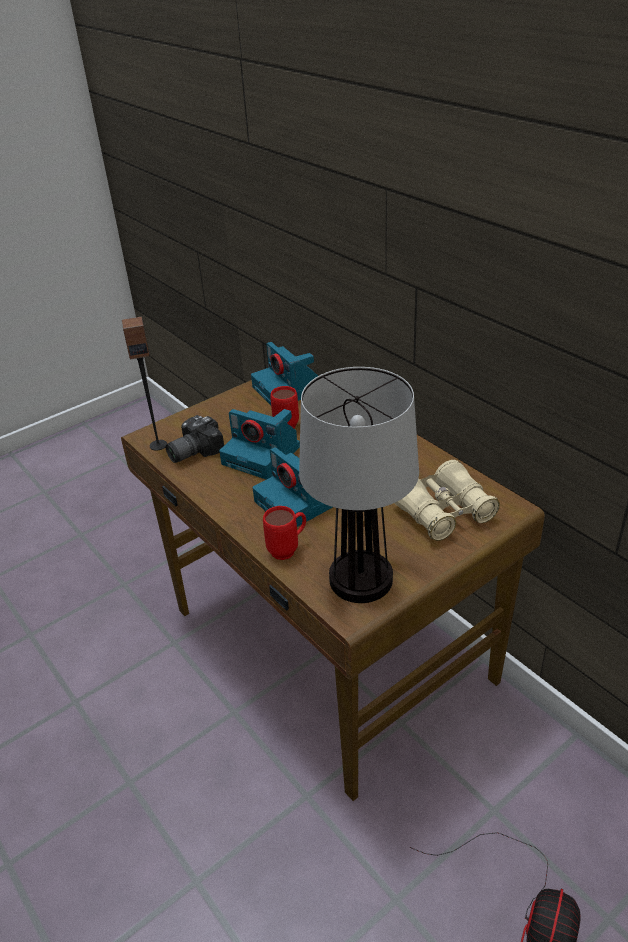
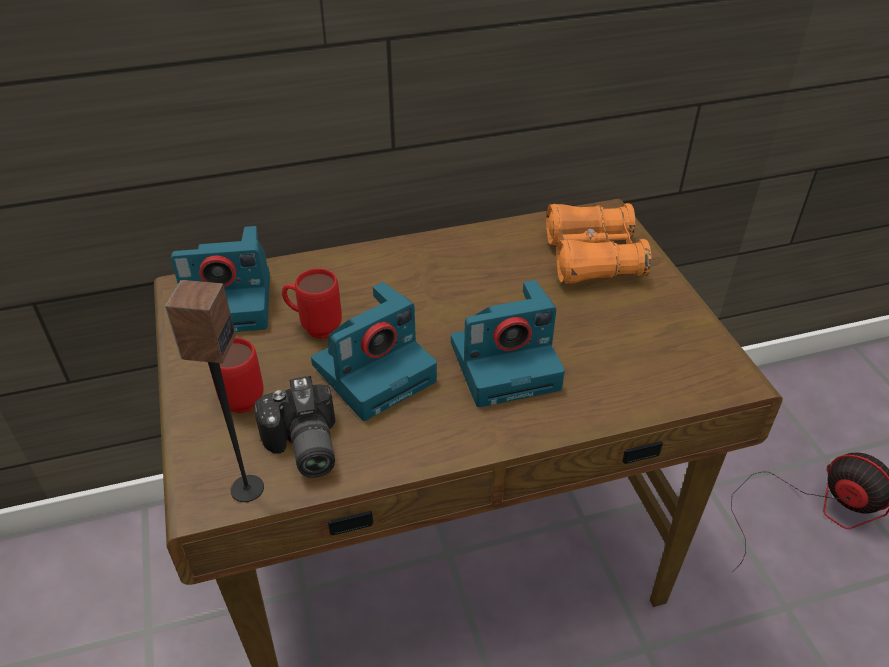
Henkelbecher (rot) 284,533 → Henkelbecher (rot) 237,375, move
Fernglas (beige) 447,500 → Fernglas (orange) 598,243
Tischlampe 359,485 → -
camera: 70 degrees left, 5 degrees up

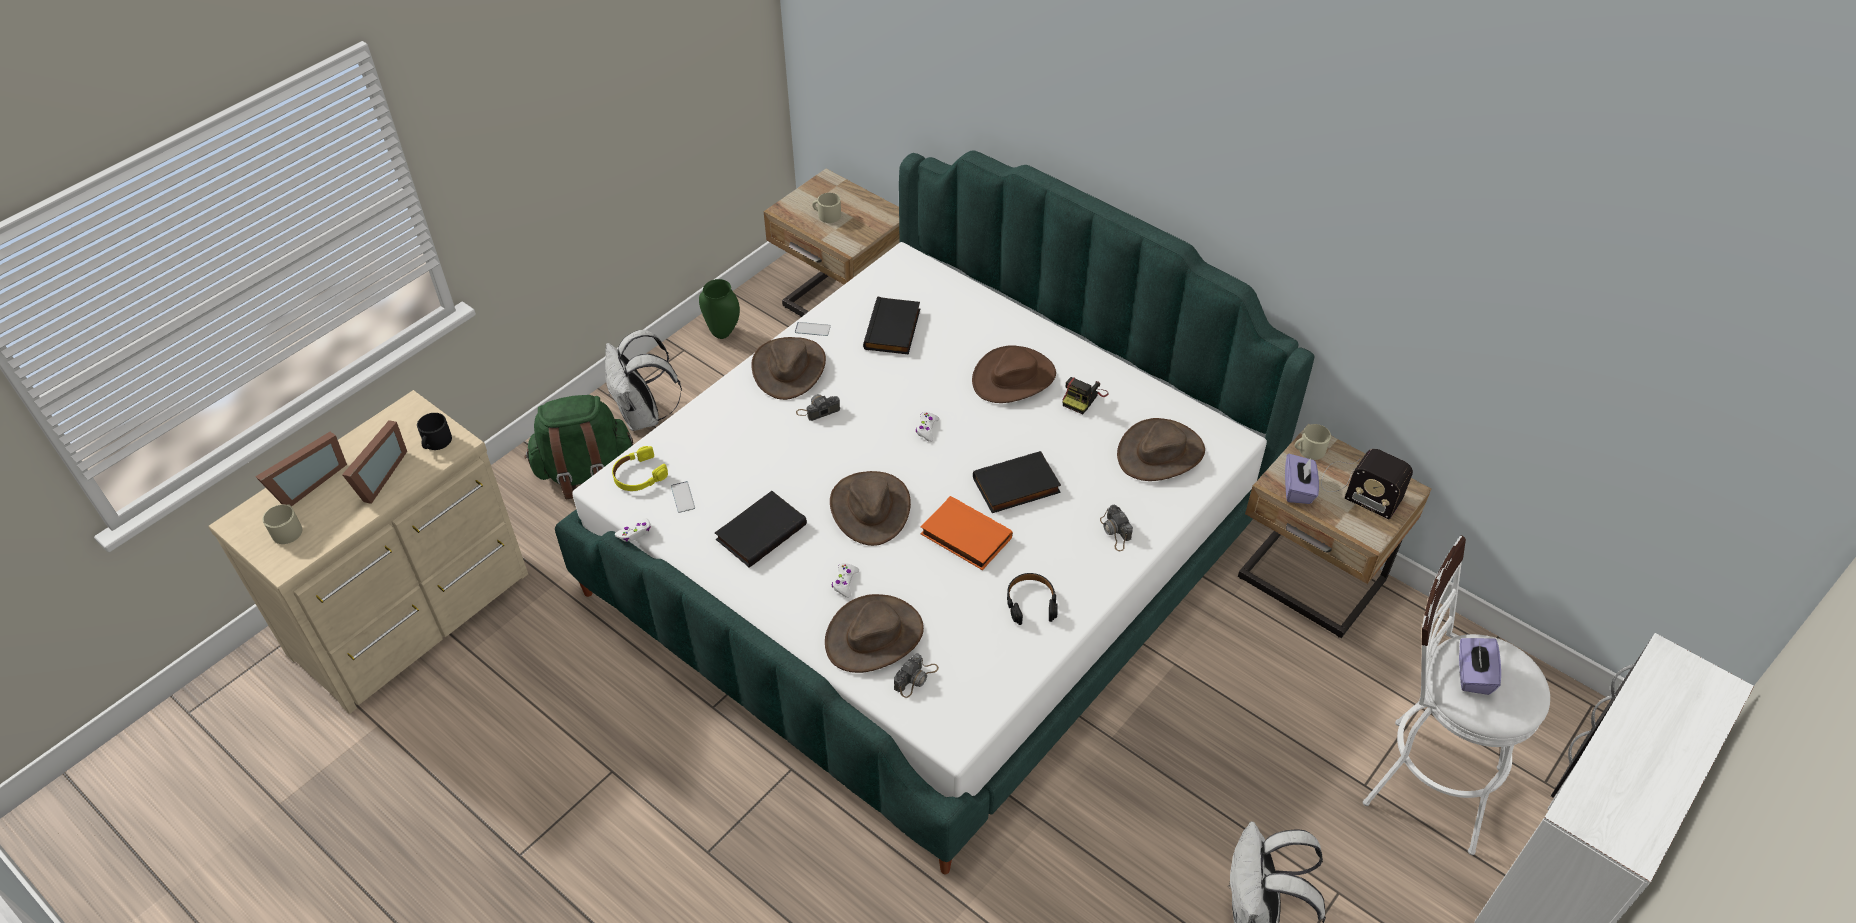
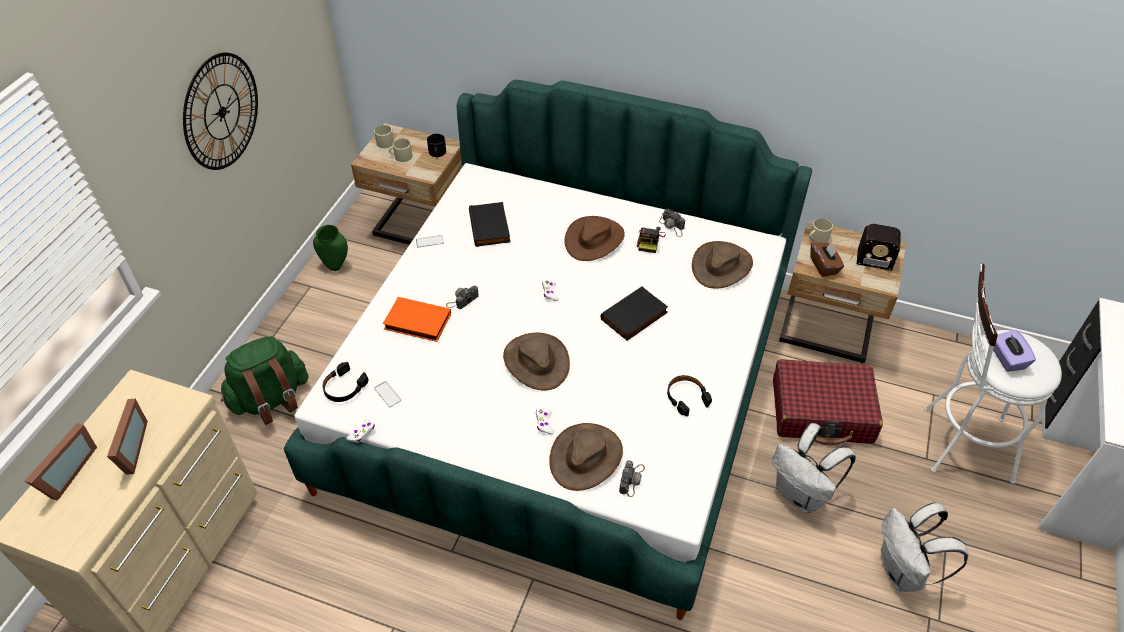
- → Wanduhr 220,111
Kopfhörer (gelb) 640,468 → Kopfhörer (schwarz) 345,382
Henkelbecher (beige) 282,524 → Henkelbecher (beige) 384,136, move
Buch (orange) 966,533 → Buch (orange) 417,319, move
Henkelbecher (schwarz) 434,431 → Henkelbecher (schwarz) 436,145, move
Kamera 1116,527 → Kamera 672,223, move
Rucksack (weiß) 643,380 → Rucksack (weiß) 814,468, move
- → Koffer (rot) 828,402
Taschentuchbox (lila) 1302,479 → Taschentuchbox (braun) 827,259
Buch (schwarz) 761,529 → -
Hut (braun) 788,368 → -
camera: 20 degrees left, 0 degrees up

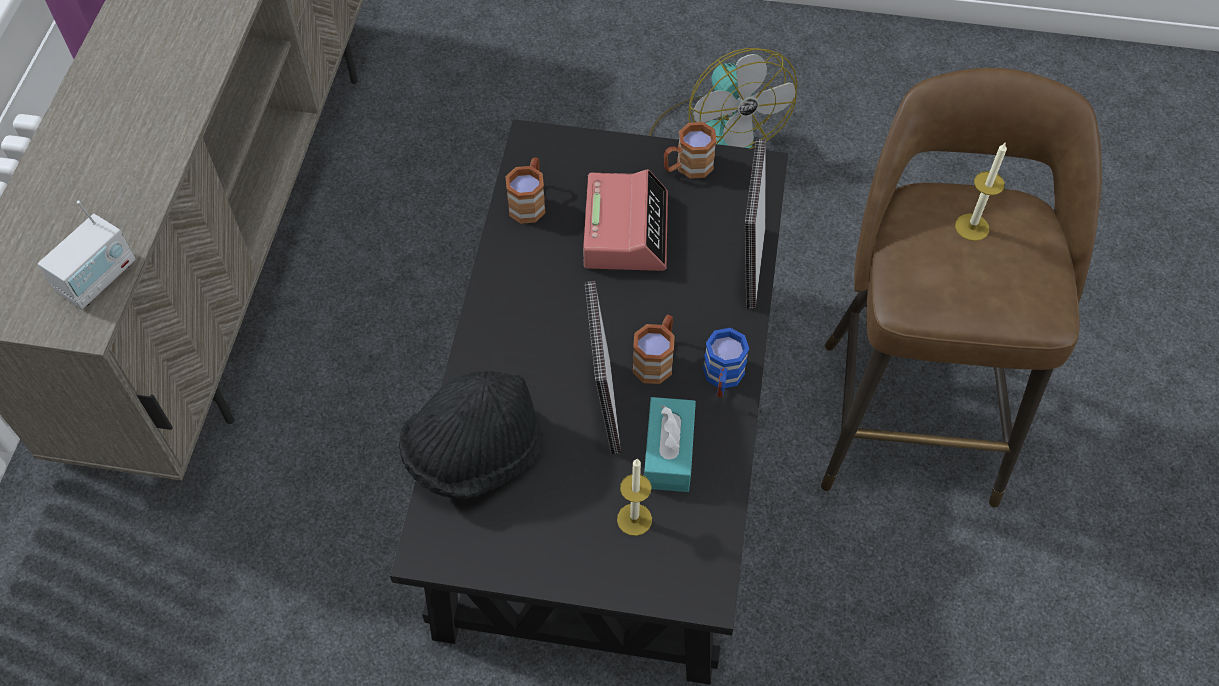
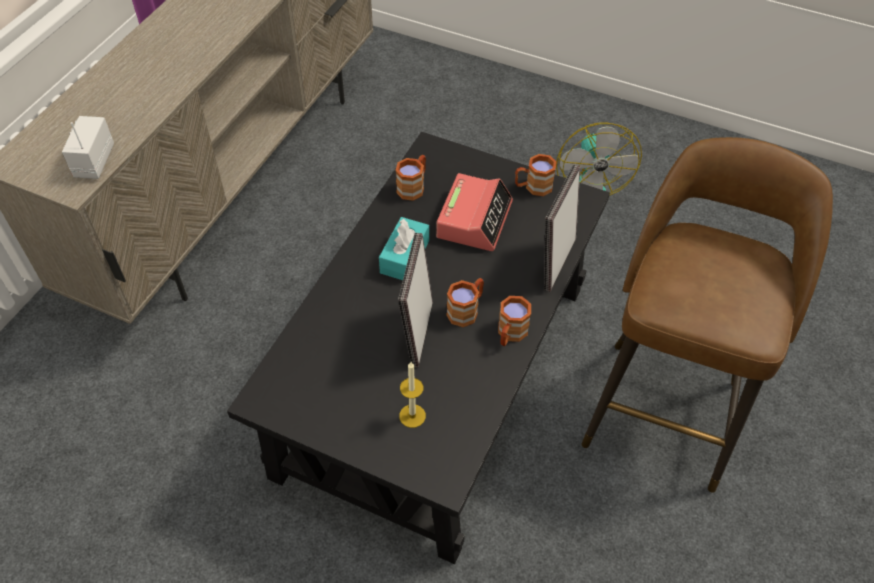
Radio 87,255 → Radio 88,147, 135 degrees clockwise
Taschentuchbox (türkis) 670,444 → Taschentuchbox (türkis) 404,248, move
Henkelbecher (blau) 726,362 → Henkelbecher (braun) 514,321
Hut (schwarz) 471,435 → -
Kerze 981,192 → -
camera: 15 degrees right, 5 degrees down

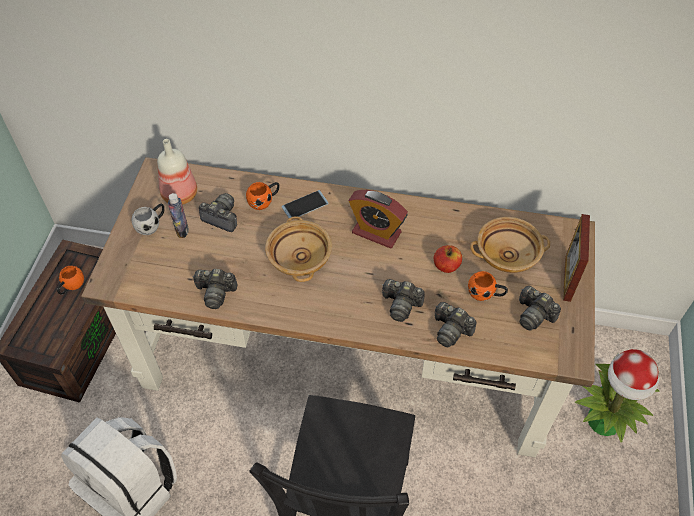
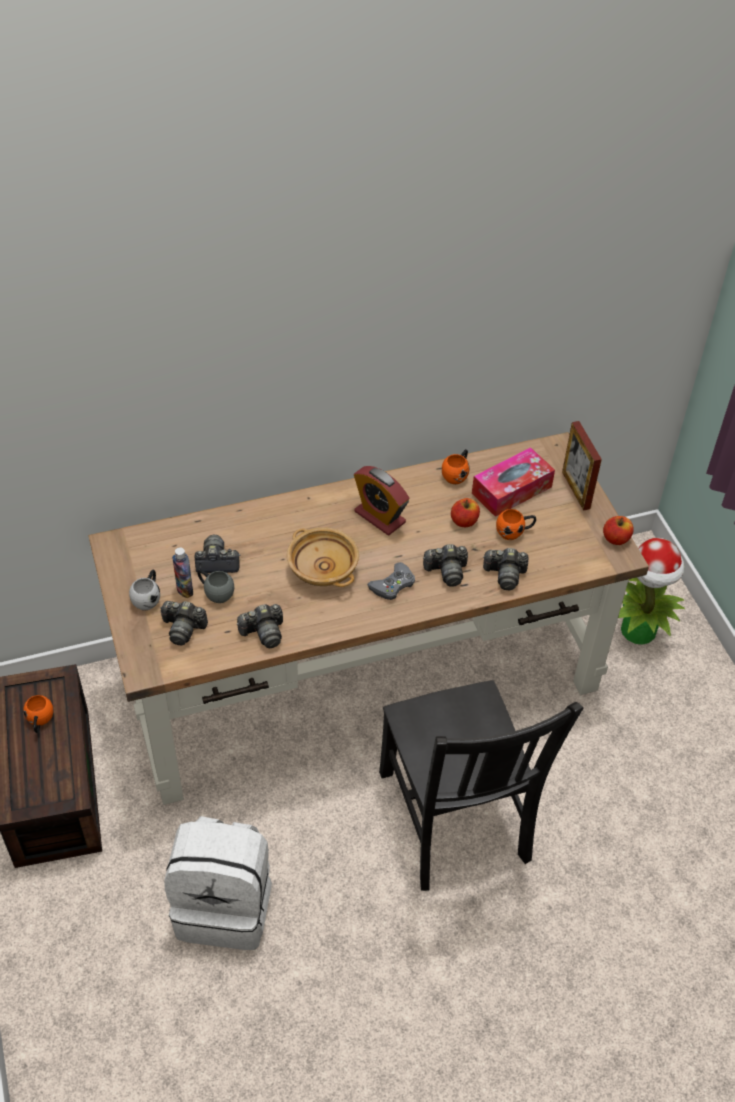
Kamera 540,308 → Kamera 184,623, move
- → Henkelbecher (grau) 216,586
Wecker 378,219 → Wecker 381,500, 45 degrees clockwise
- → Gamepad (grau) 391,581
Henkelbecher (orange) 263,196 → Henkelbecher (orange) 455,466, move
Schüssel (beige) 510,245 → Taschentuchbox 513,482
- → Apfel 618,530
Flasche 177,172 → -
Handy 305,204 → -
camera: 30 degrees left, 5 degrees down

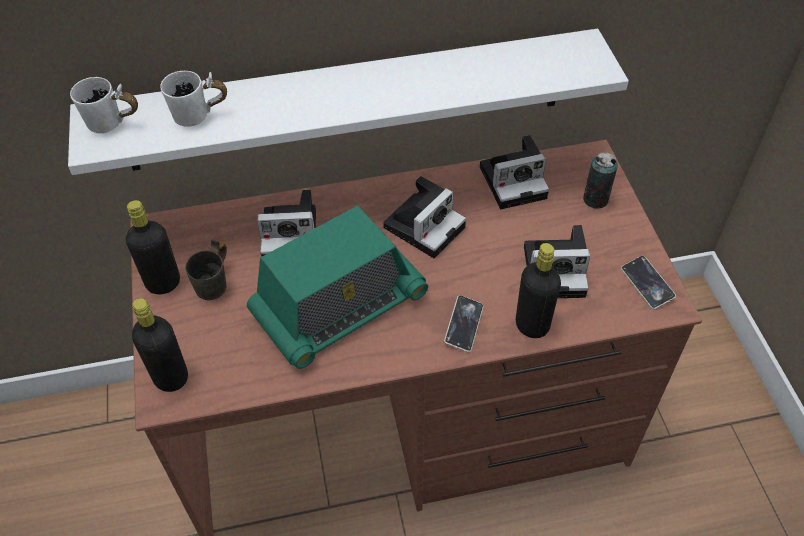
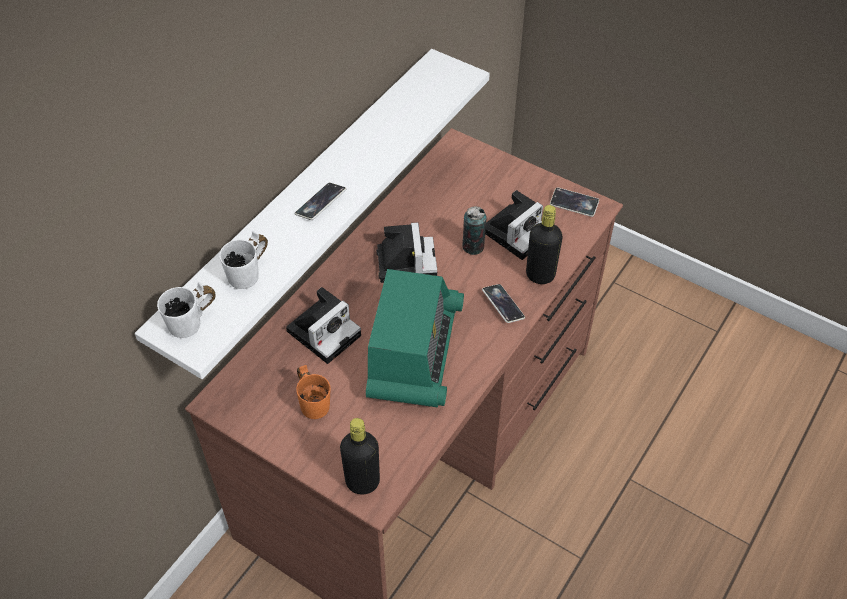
- → Handy 320,201
Henkelbecher (grau) 206,269 → Henkelbecher (orange) 313,392
Dose 600,180 → Dose 474,230, move
Flasche (schwarz) 153,247 → -
Kamera 514,172 → -
camera: 45 degrees left, 0 degrees up

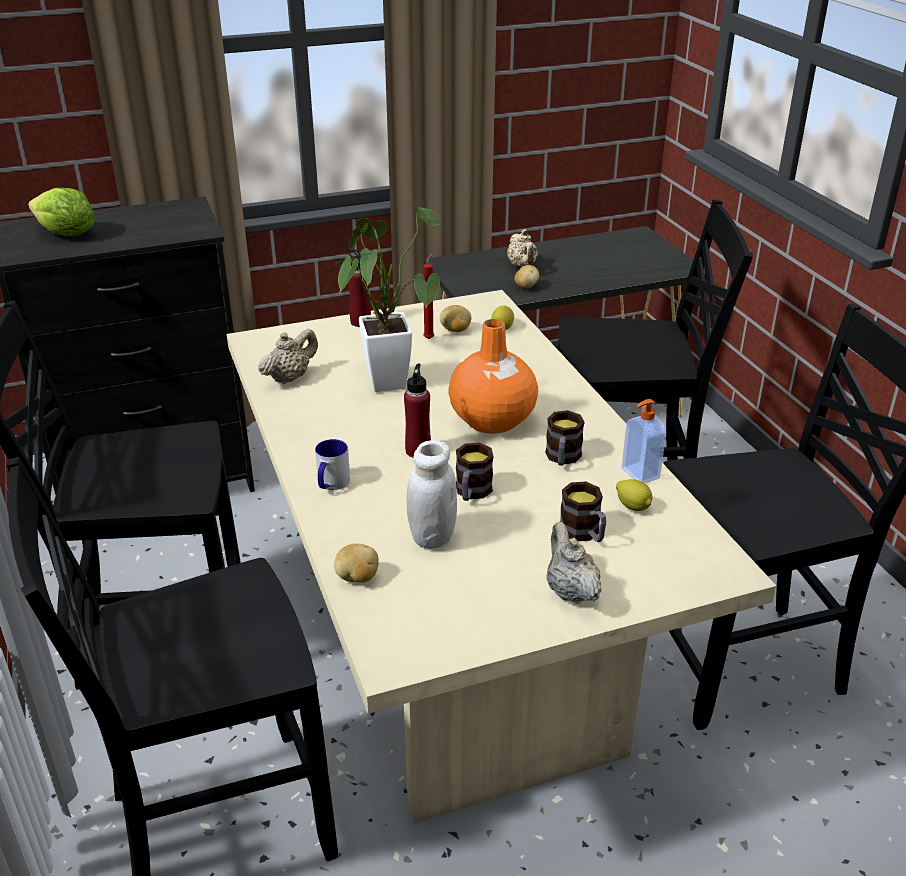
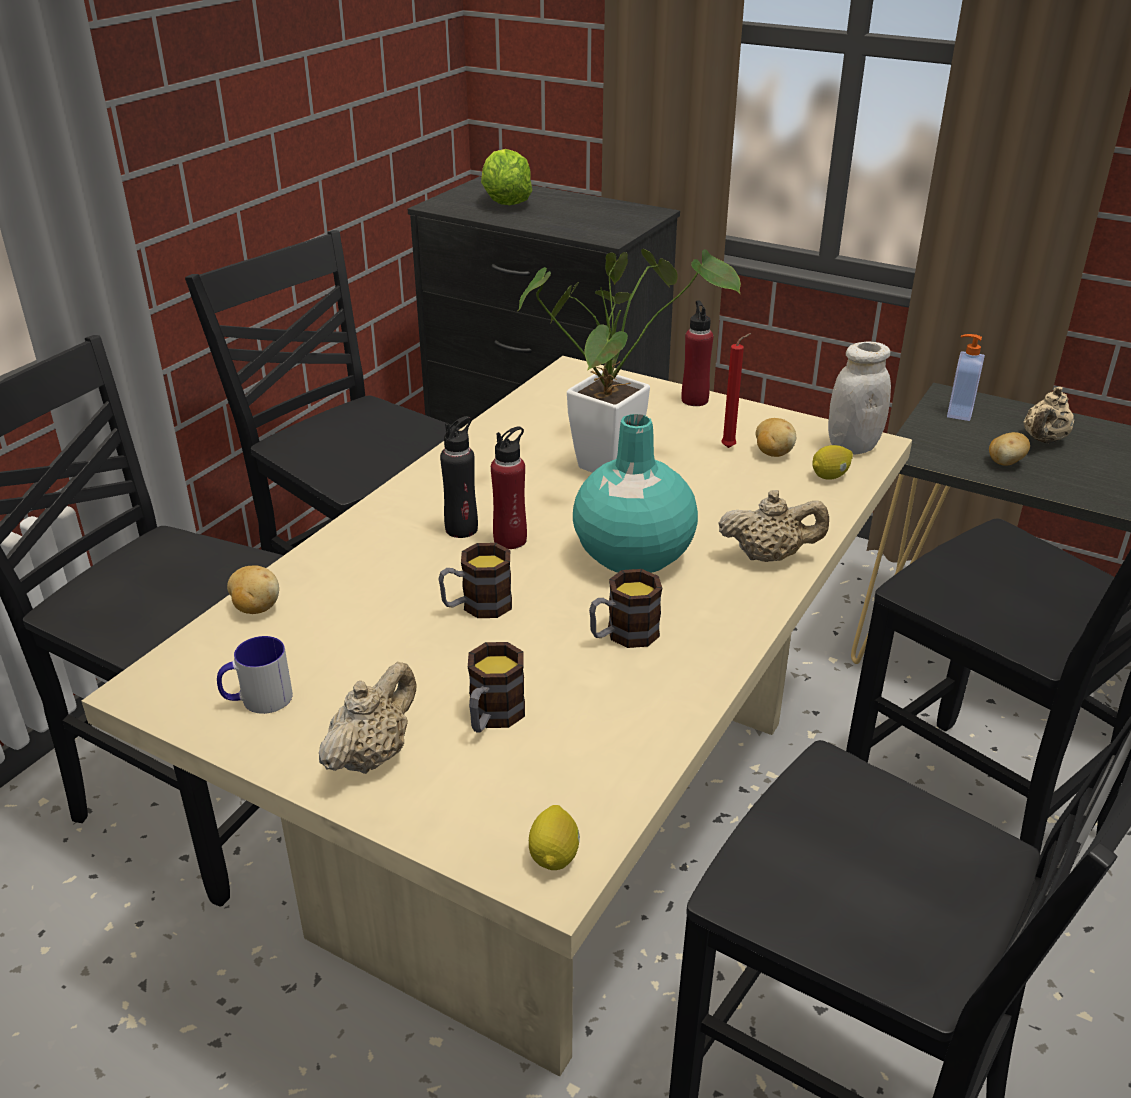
Henkelbecher 332,464 → Henkelbecher 255,675, move
- → Flasche (schwarz) 459,477
Zitrone 634,495 → Zitrone 554,837, move
Vase (orange) 493,376 → Vase (türkis) 635,493
Teekanne (beige) 288,356 → Teekanne (beige) 773,526, move
Vorratsglas (weiß) 432,494 → Vorratsglas (weiß) 859,397, move
Seifenspender 644,441 → Seifenspender 966,377, move
camera: 50 degrees right, 0 degrees up

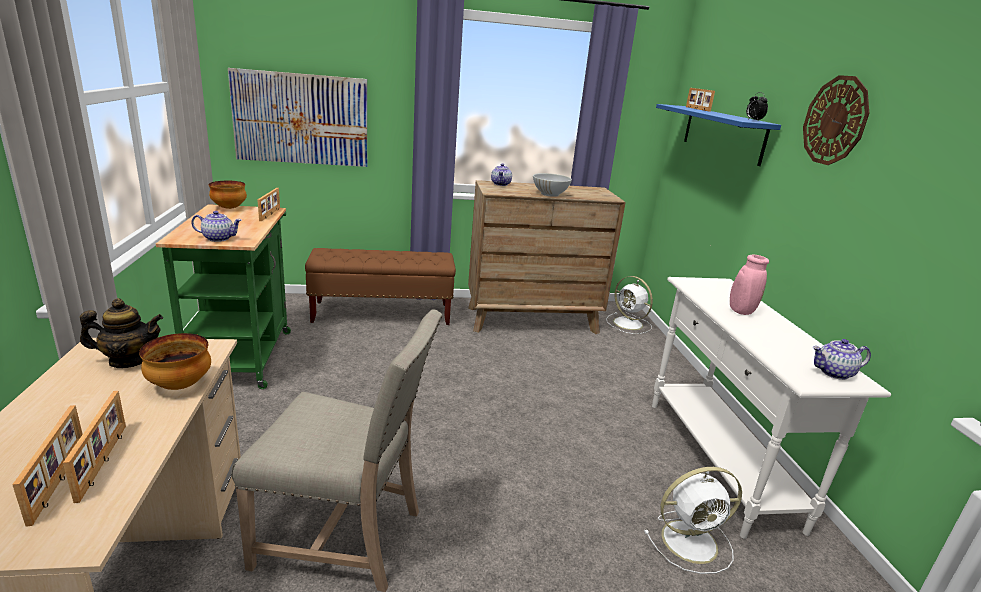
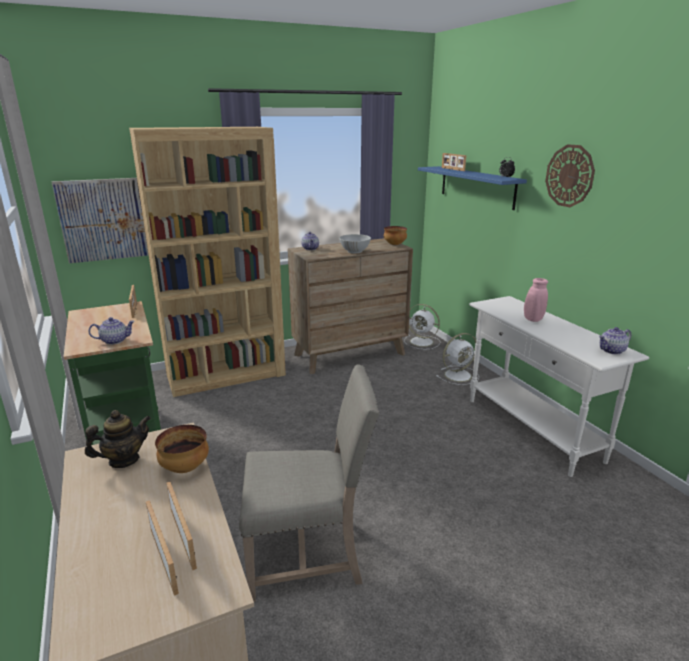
Bank (braun) 380,286 → Bücherregal (braun) 207,262
Schüssel 228,195 → Schüssel 395,235, move
Ventilator (weiß) 693,520 → Ventilator (weiß) 457,359, move
camera: 15 degrees left, 0 degrees up

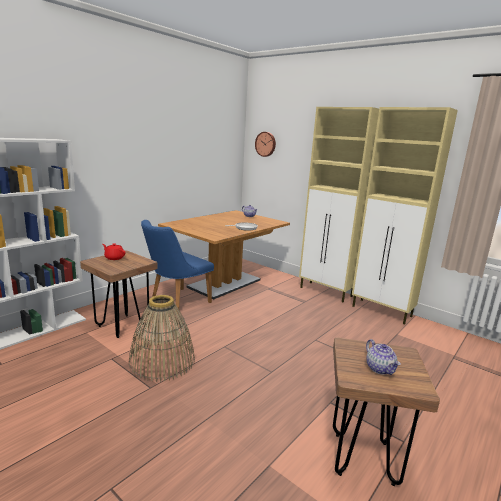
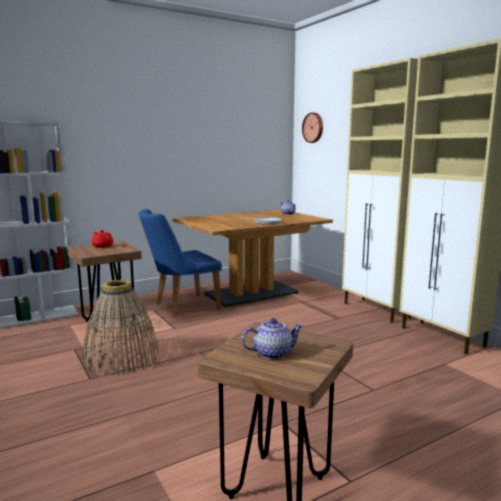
Teekanne 383,357 → Teekanne 273,339, 105 degrees counterclockwise
camera: 20 degrees right, 5 degrees down

